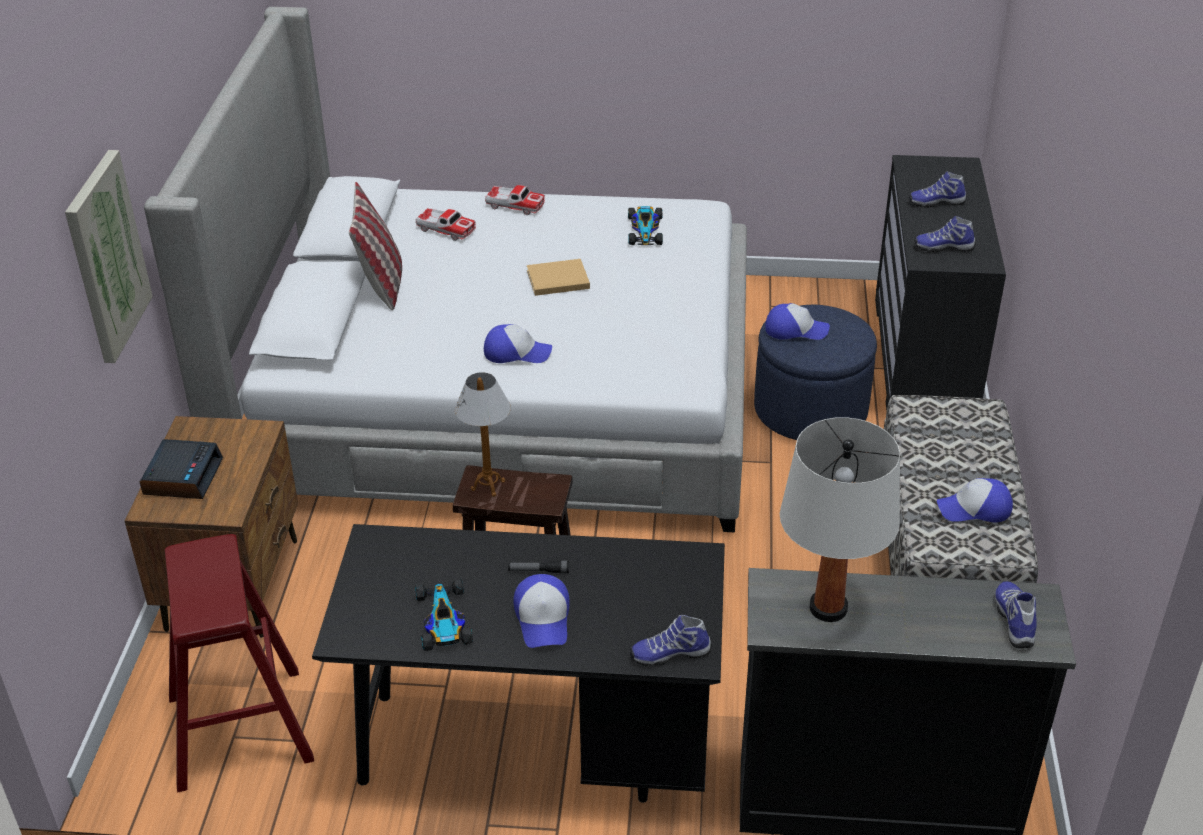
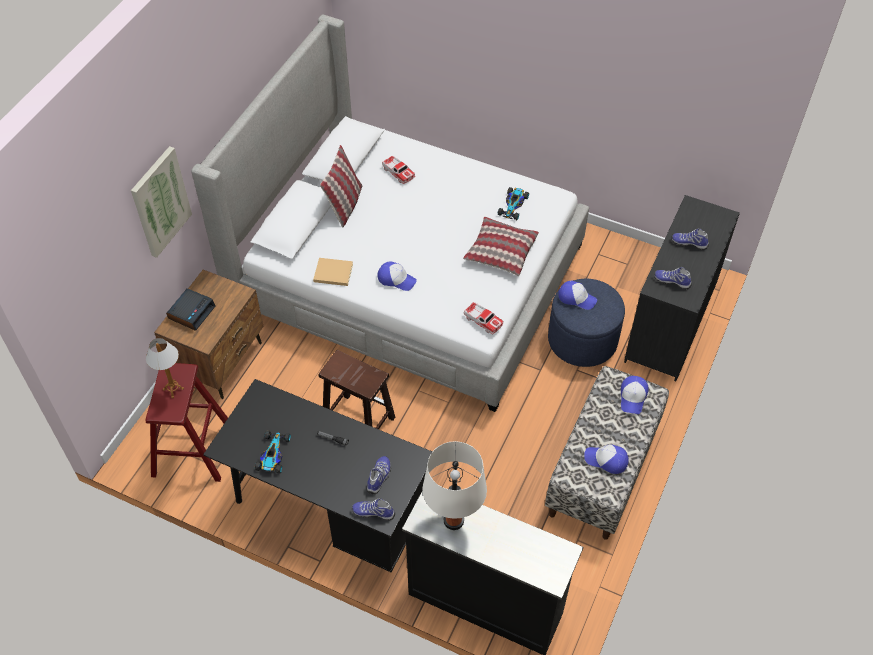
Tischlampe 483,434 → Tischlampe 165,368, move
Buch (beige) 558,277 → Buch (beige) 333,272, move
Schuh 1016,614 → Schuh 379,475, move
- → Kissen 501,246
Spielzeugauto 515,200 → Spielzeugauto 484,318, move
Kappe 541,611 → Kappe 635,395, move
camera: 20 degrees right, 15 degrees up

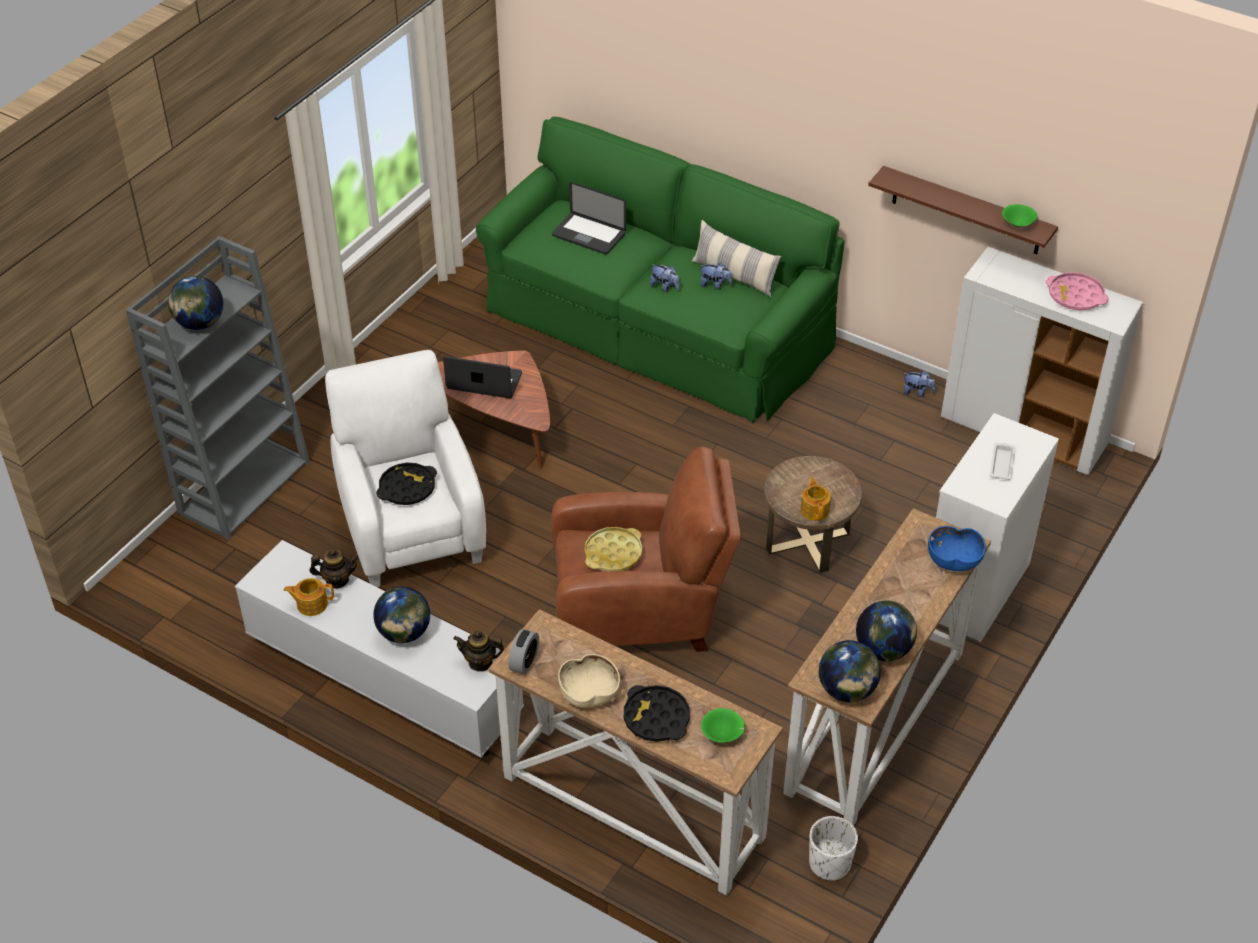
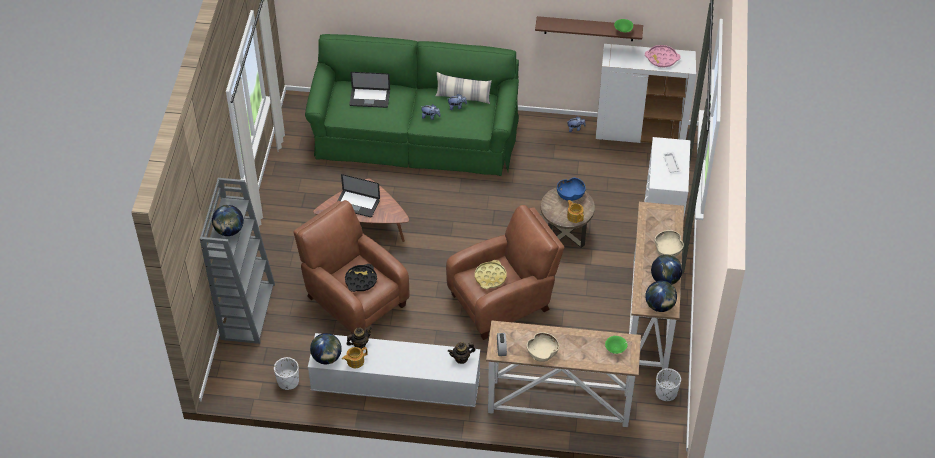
- → Pflanzkübel (weiß) 286,373
Sessel (weiß) 405,468 → Sessel (braun) 352,266
Globus 401,614 → Globus 326,348, move
Laptop 482,377 → Laptop 358,195, 150 degrees counterclockwise
Schüssel (blau) 957,548 → Schüssel (blau) 571,189, move
- → Schüssel (beige) 669,243
Tablett (schwarz) 657,713 → -
camera: 25 degrees left, 5 degrees up

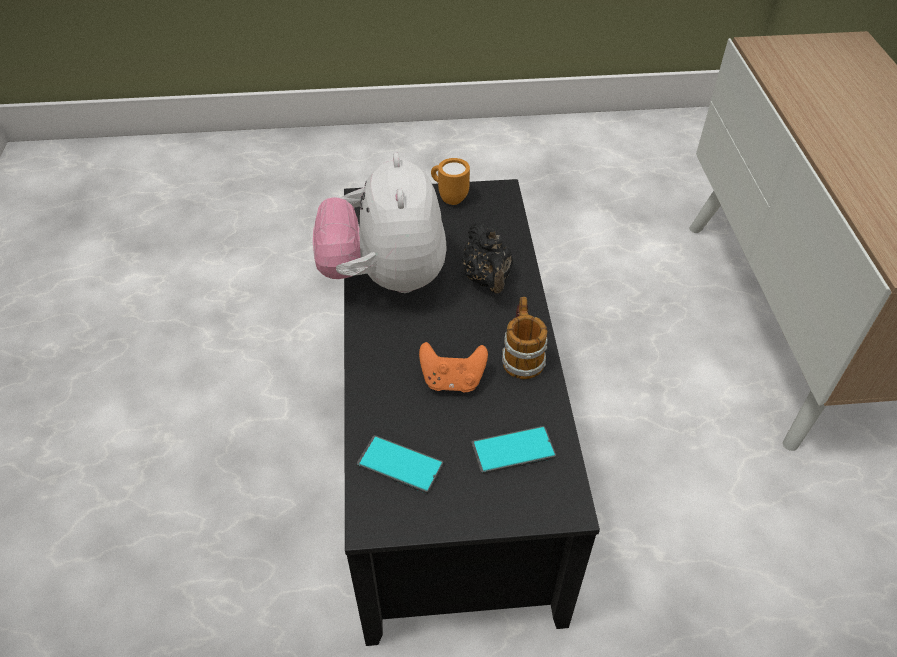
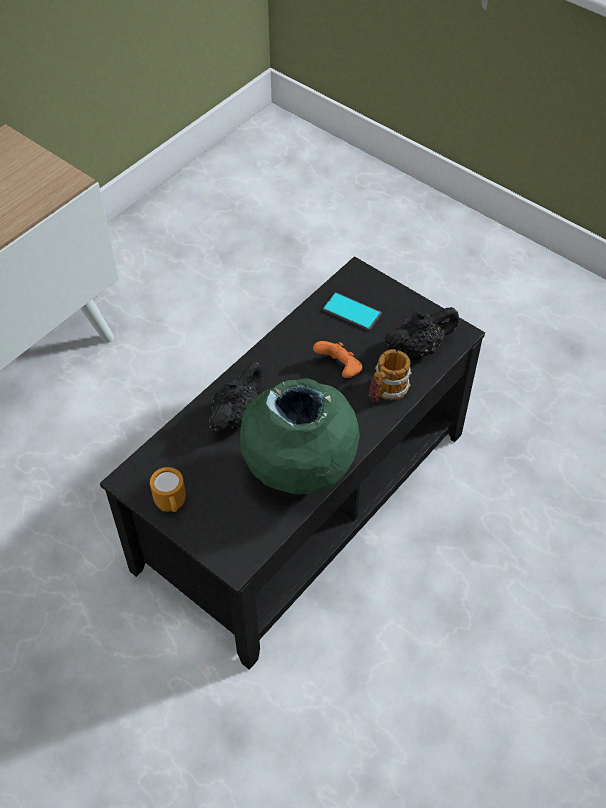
Plüschtier 380,223 → Vase (grün) 300,436
Henkelbecher 524,338 → Henkelbecher 390,376, move
Handy 400,464 → Teekanne (schwarz) 421,332
camera: 135 degrees left, 5 degrees up

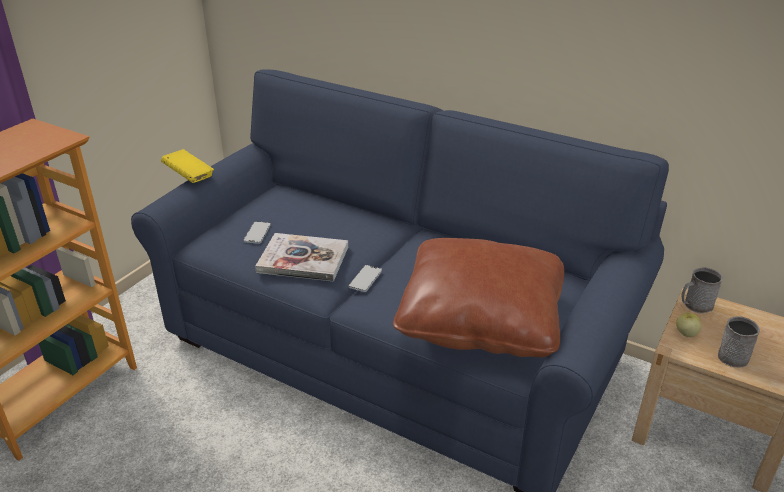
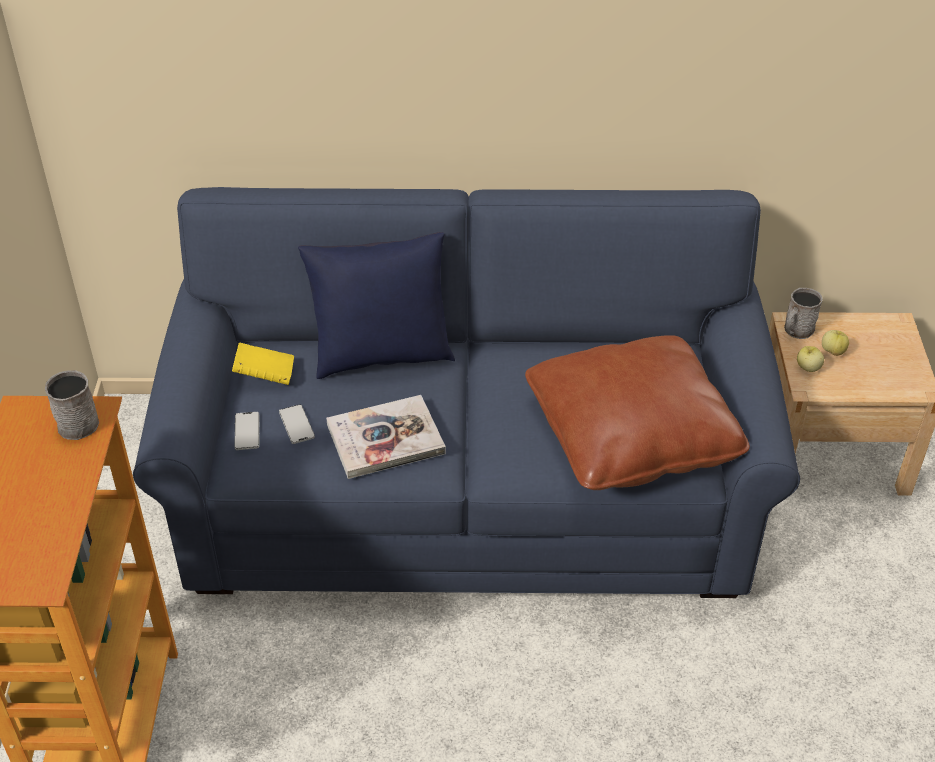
Henkelbecher (grau) 739,341 → Henkelbecher (grau) 72,405, move
Buch (gelb) 187,166 → Buch (gelb) 263,363, move
Handy 365,278 → Handy 246,431, move
- → Kissen (blau) 376,305
- → Apfel 835,343
camera: 30 degrees left, 10 degrees up

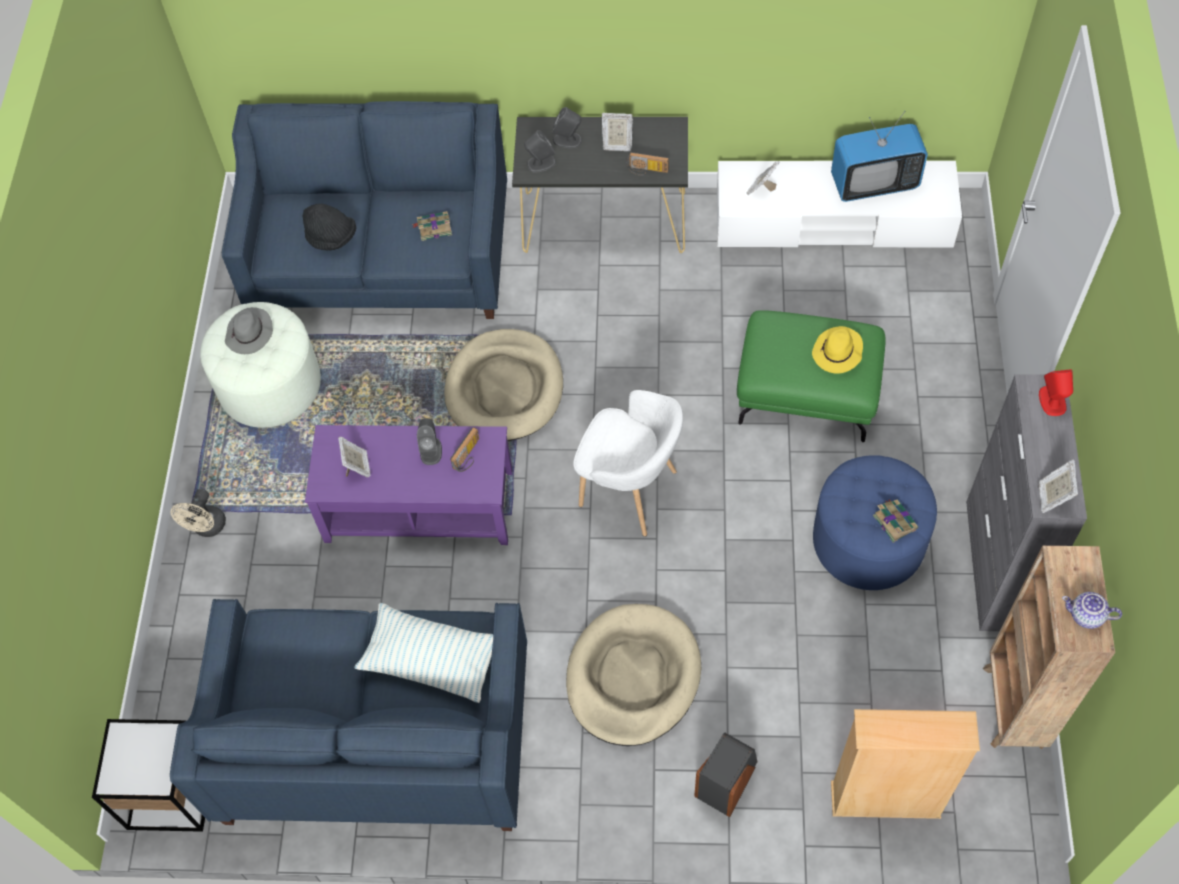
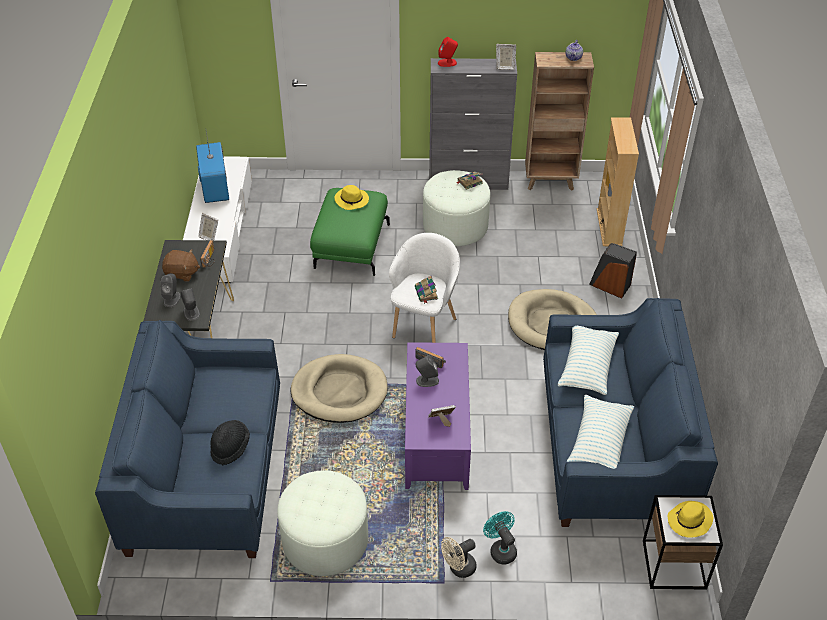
Bilderrahmen 617,132 → Plüschtier (braun) 181,266
Buch 432,226 → Buch 426,290, move
Polsterhocker (blau) 875,522 → Polsterhocker (weiß) 456,208
Ventilator (beige) 198,513 → Ventilator (beige) 459,557, 135 degrees clockwise
- → Ventilator (türkis) 500,537
- → Kissen 600,432
- → Hut (gelb) 690,519
Hut (grau) 249,330 → -
camera: 95 degrees left, 15 degrees down

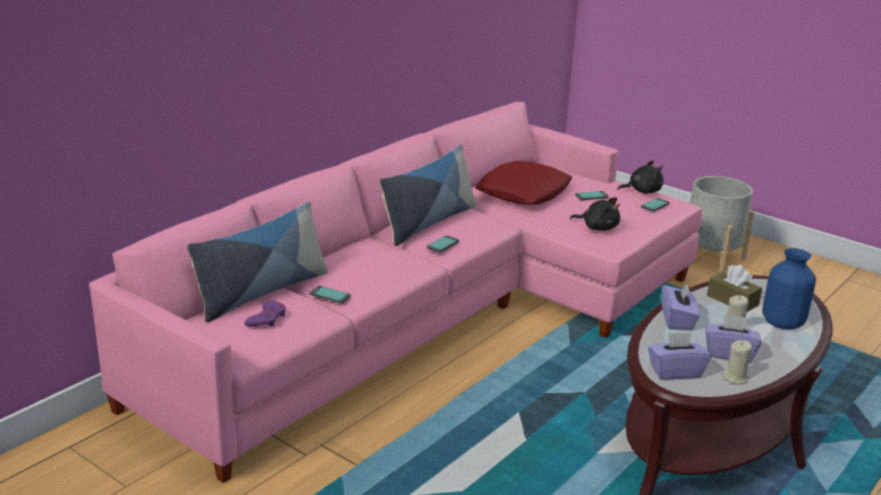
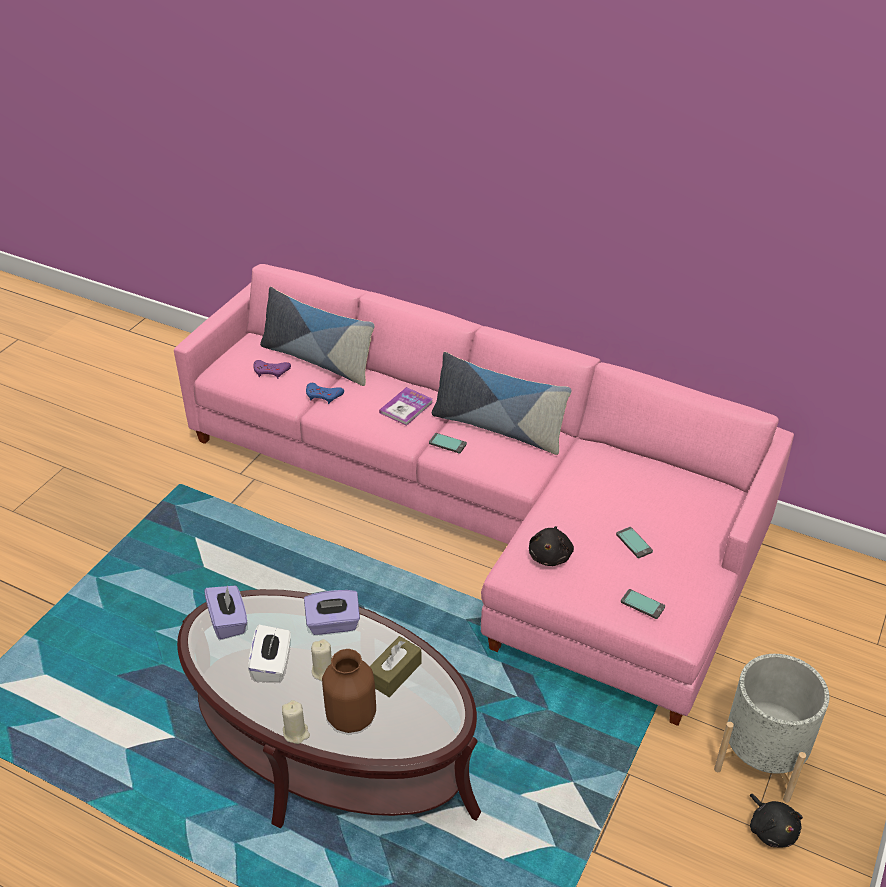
Taschentuchbox (lila) 733,338 → Taschentuchbox (weiß) 269,653
Kerze (beige) 737,362 → Kerze (beige) 296,722, move
Handy 330,295 → Gamepad (blau) 325,393
Vase (blau) 789,288 → Vase (braun) 349,691
- → Buch 406,406
Plüschtier (schwarz) 640,177 → Plüschtier (schwarz) 776,821, move
Kissen (rot) 524,183 → -
camera: 80 degrees right, 15 degrees up

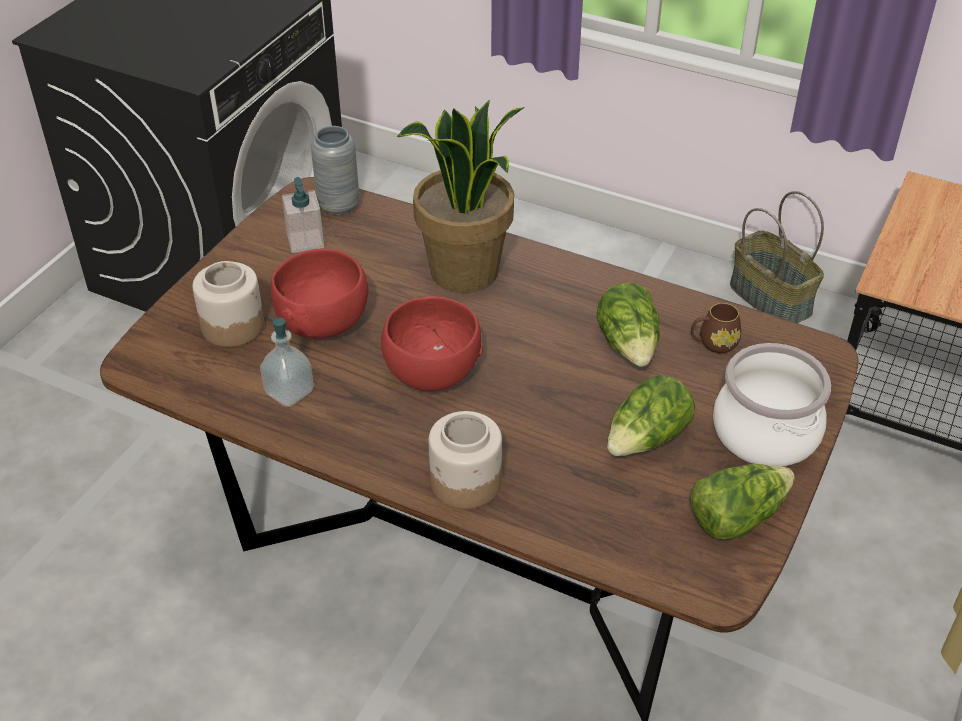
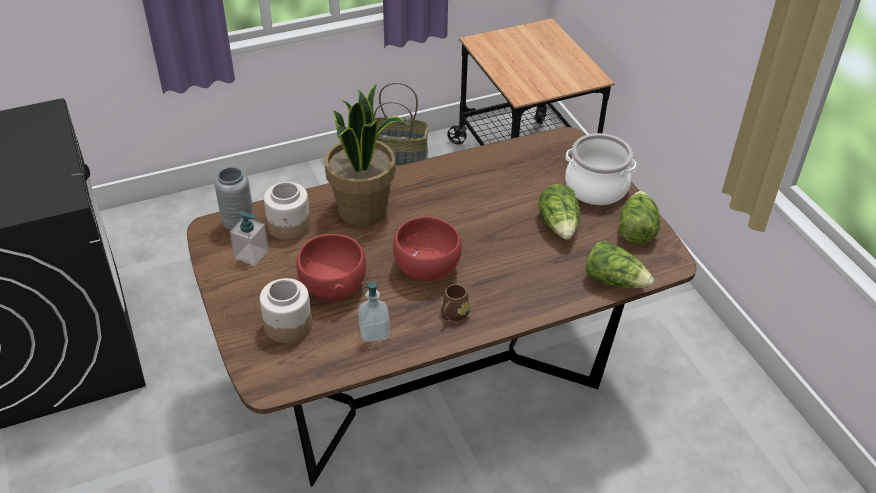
Vorratsglas 465,460 → Vorratsglas 287,211, move
Henkelbecher (braun) 716,328 → Henkelbecher (braun) 455,302, move
Salatkopf 628,324 → Salatkopf 620,264, move
camera: 50 degrees left, 0 degrees up

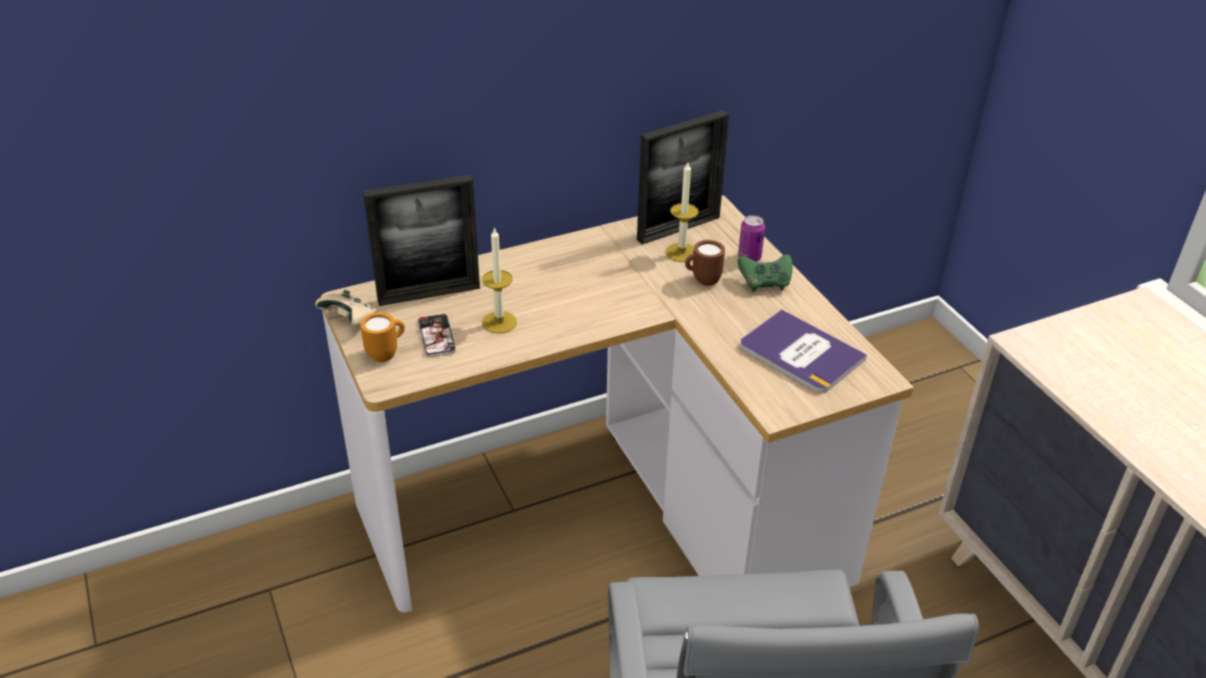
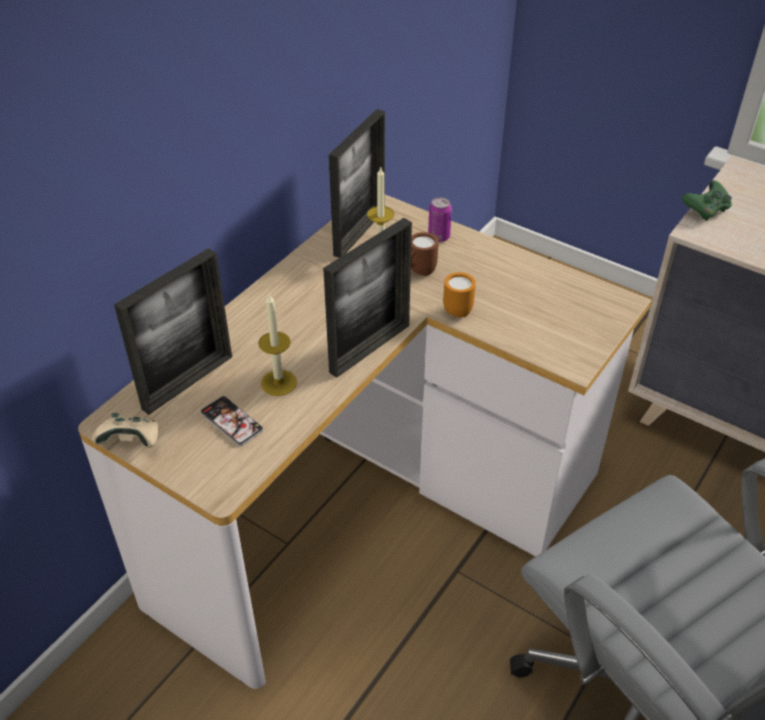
- → Bilderrahmen 367,298
Henkelbecher (orange) 382,337 → Henkelbecher (orange) 459,295, move
Gamepad (grün) 765,272 → Gamepad (grün) 707,200, move
Buch 803,351 → -
camera: 30 degrees left, 5 degrees up

